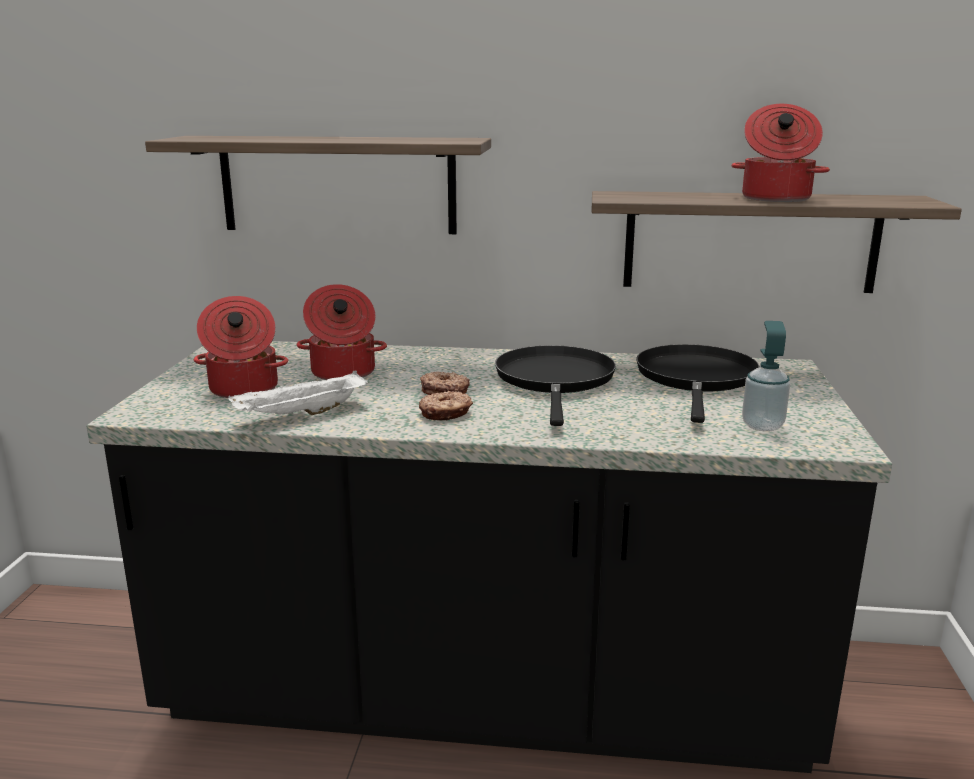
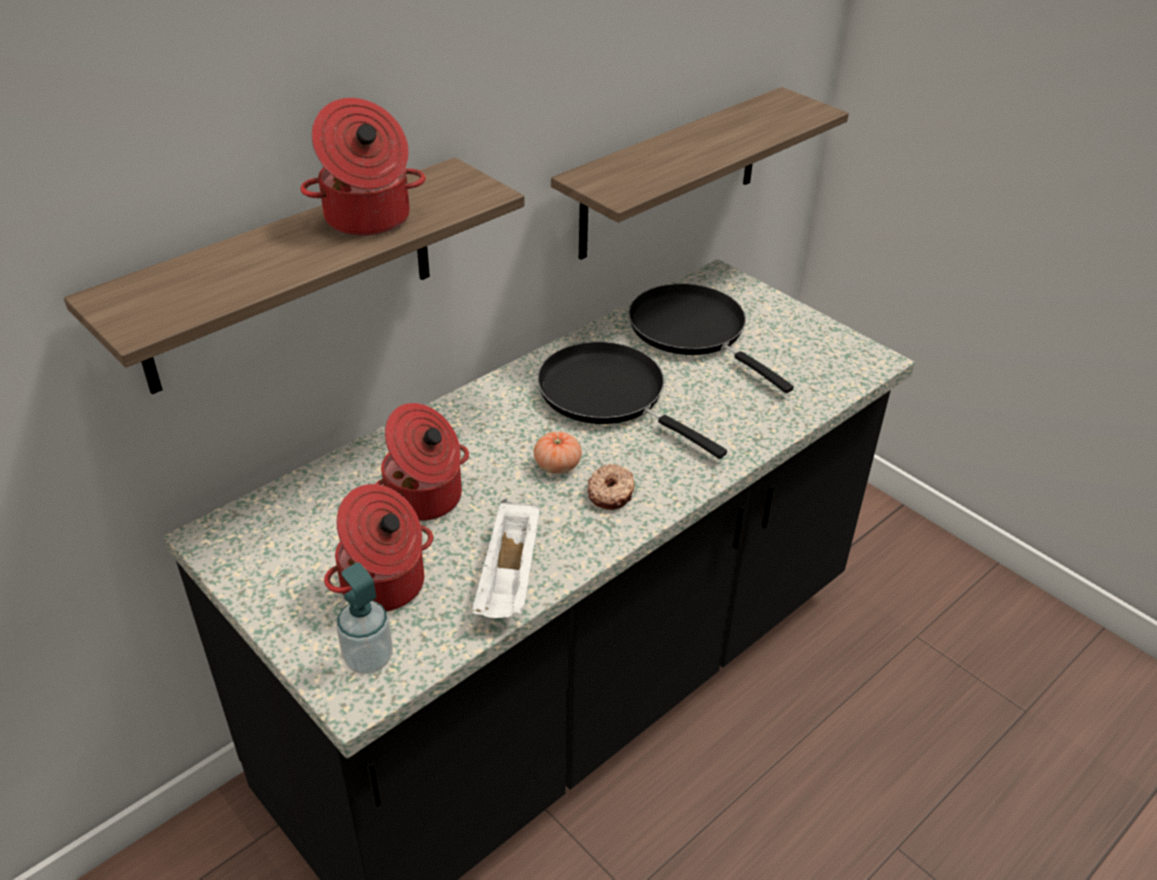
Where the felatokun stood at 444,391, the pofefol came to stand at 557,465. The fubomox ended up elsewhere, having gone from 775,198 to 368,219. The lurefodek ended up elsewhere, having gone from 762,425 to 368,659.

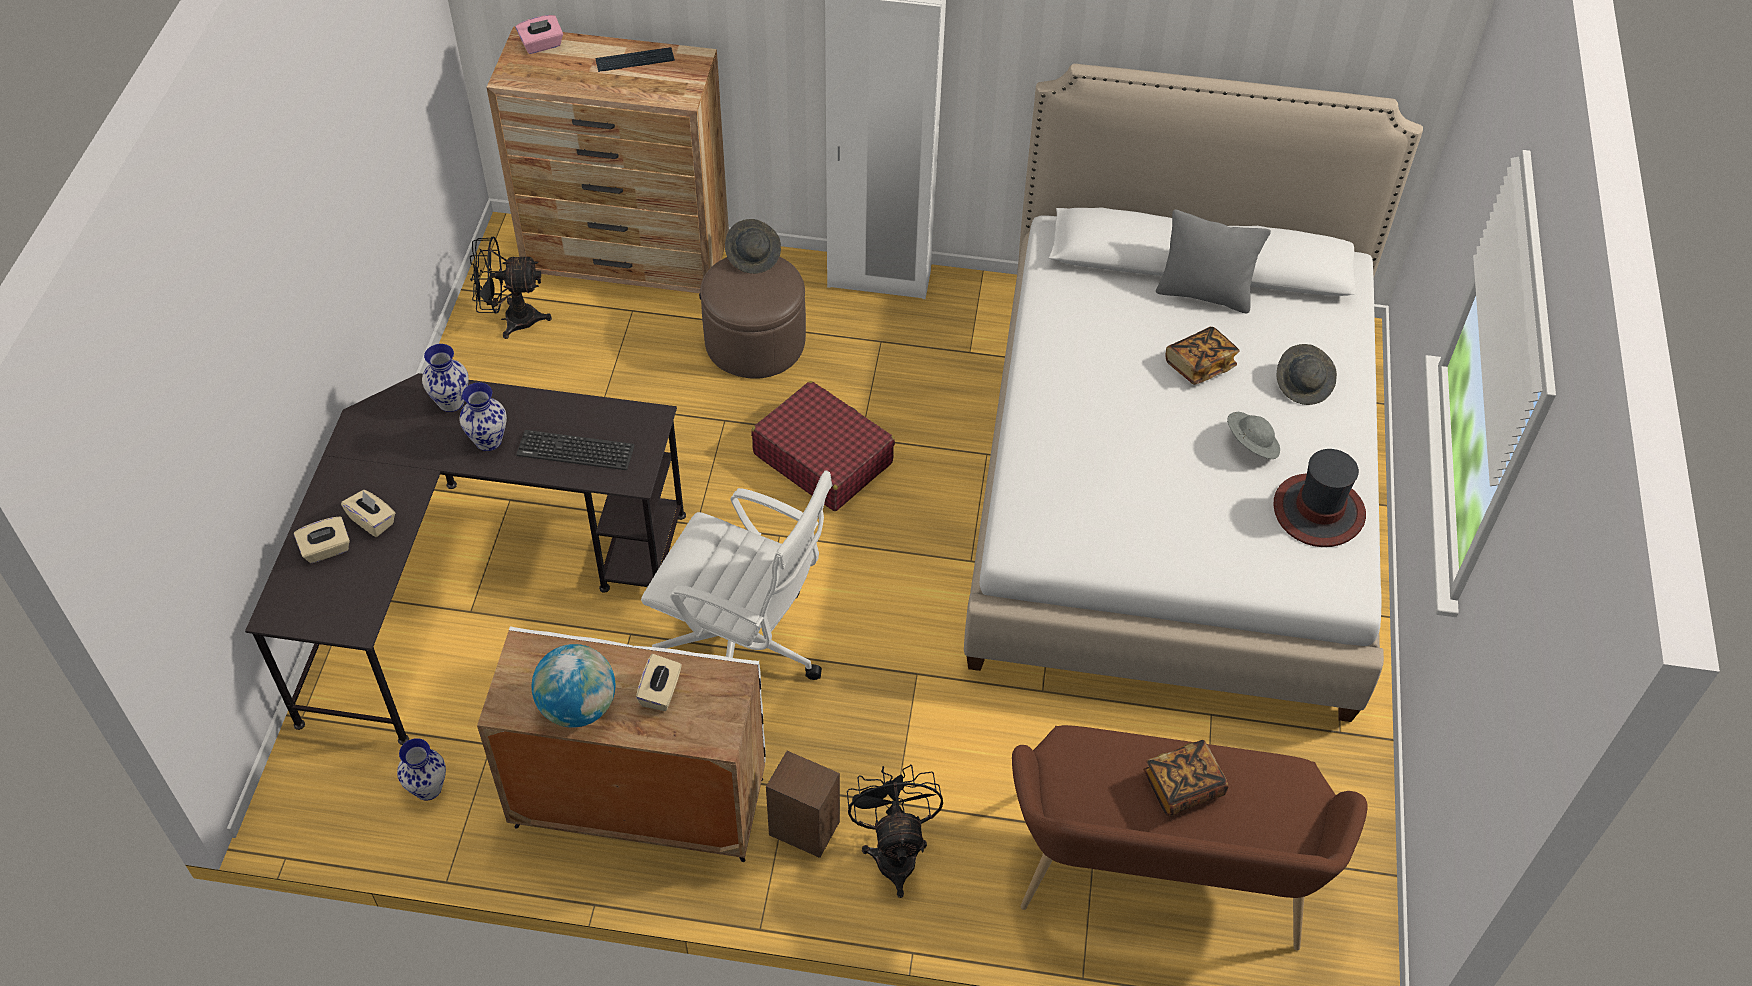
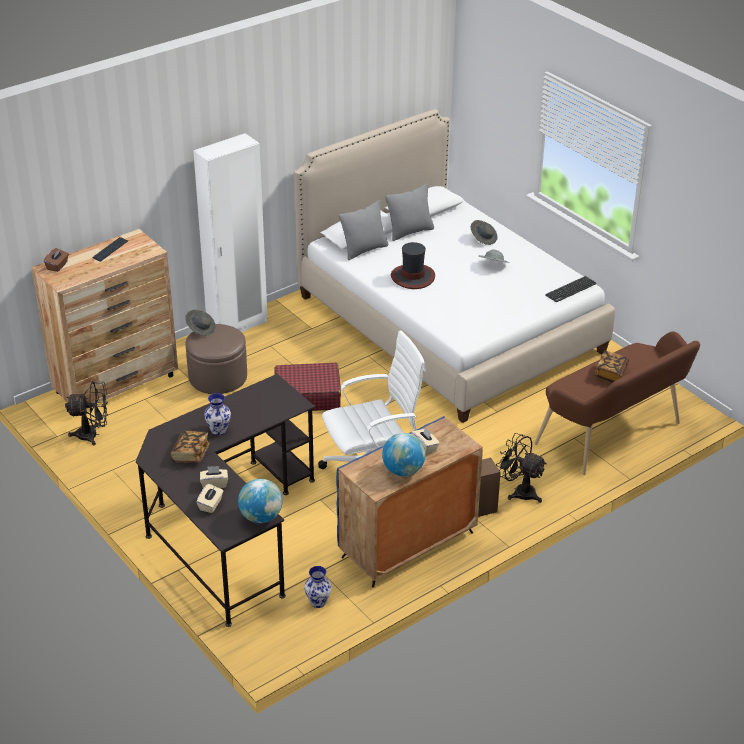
The second view lost the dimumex at 450,402. The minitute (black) at 511,319 ended up facing another way, 135 degrees counterclockwise from before. What was the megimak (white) at 638,803 turned into the megimak (blue) at 407,545. What was the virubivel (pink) at 542,45 turned into the virubivel (brown) at 57,266. The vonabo ended up elsewhere, having gone from 575,451 to 571,289. The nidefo ended up elsewhere, having gone from 1199,365 to 190,454. The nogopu ended up elsewhere, having gone from 1318,511 to 413,277. The second view gained the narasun at 261,517. The second view gained the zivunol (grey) at 364,250.

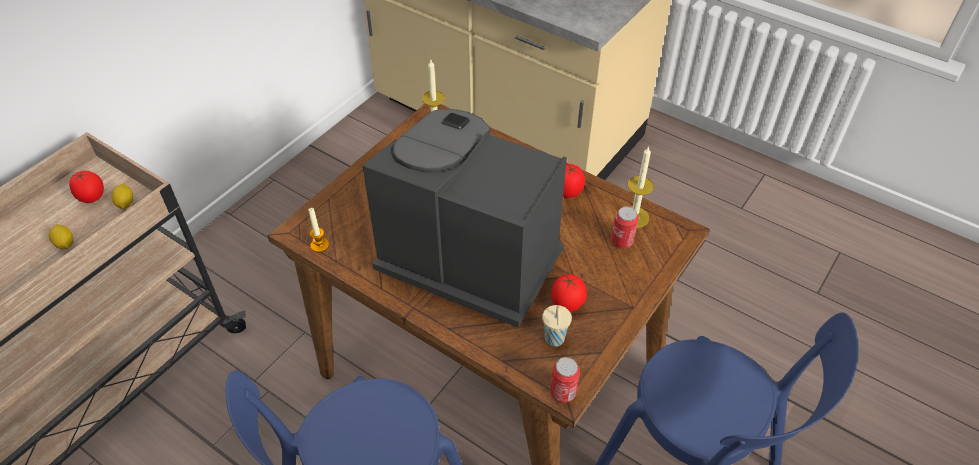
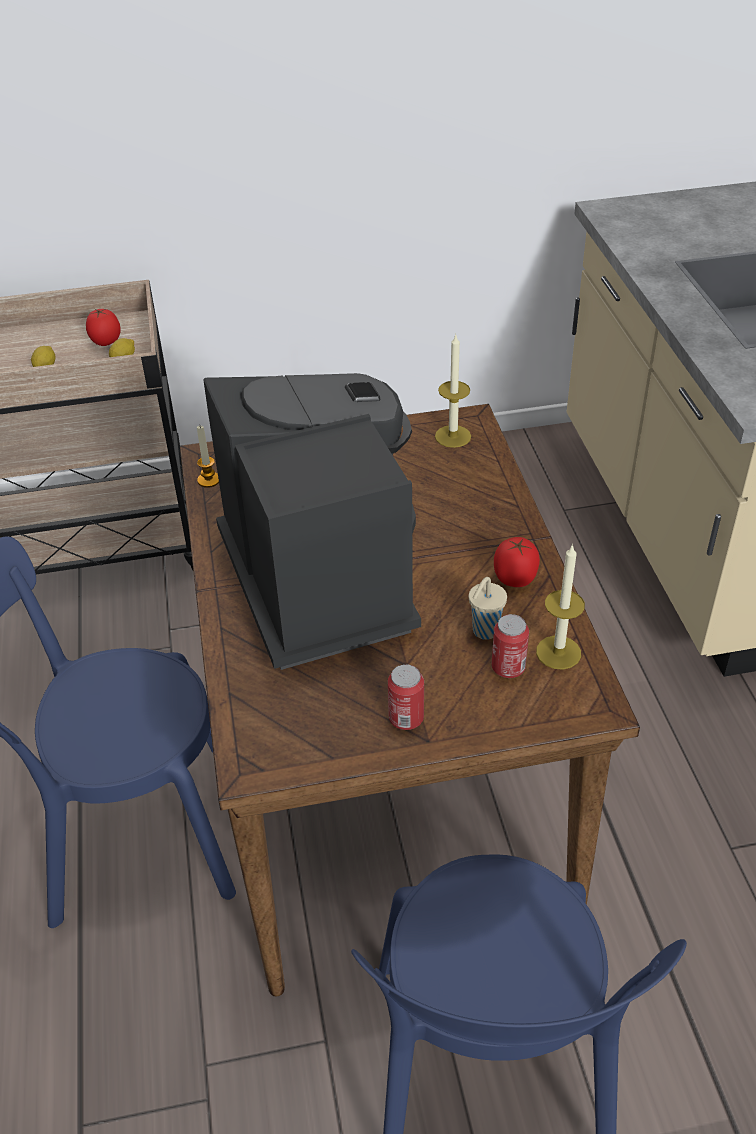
The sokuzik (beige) ended up elsewhere, having gone from 554,340 to 484,631. The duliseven ended up elsewhere, having gone from 563,392 to 406,718. The second view lost the pofefol at 567,304.

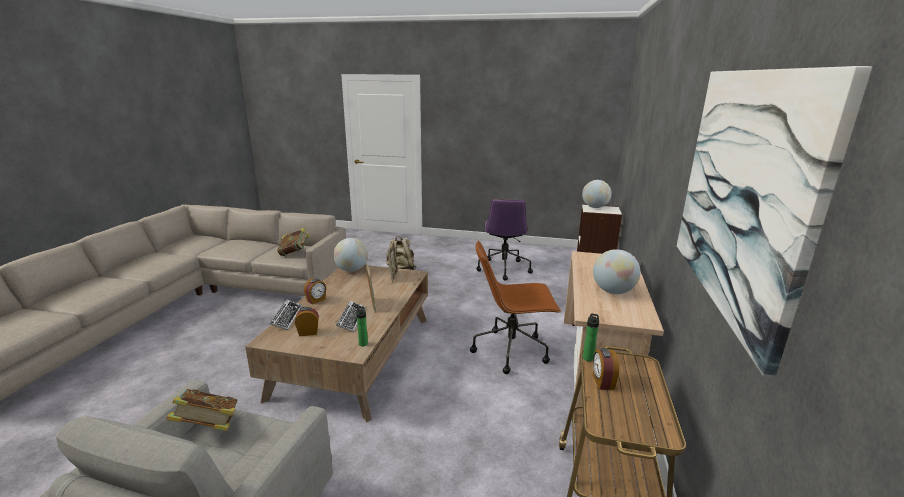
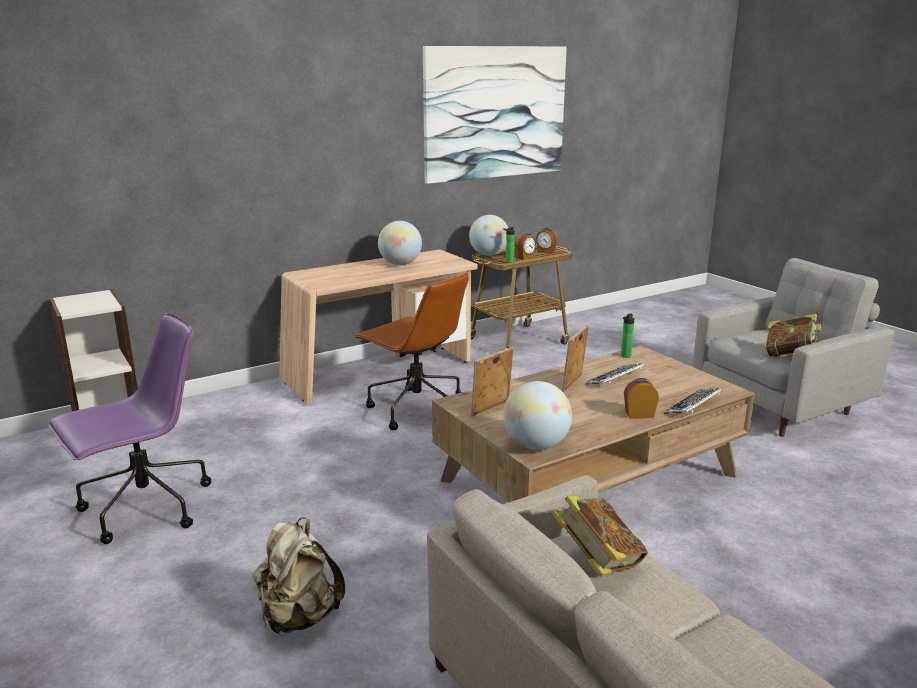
The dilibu ended up elsewhere, having gone from 308,332 to 546,251. The narasun ended up elsewhere, having gone from 595,207 to 489,255.

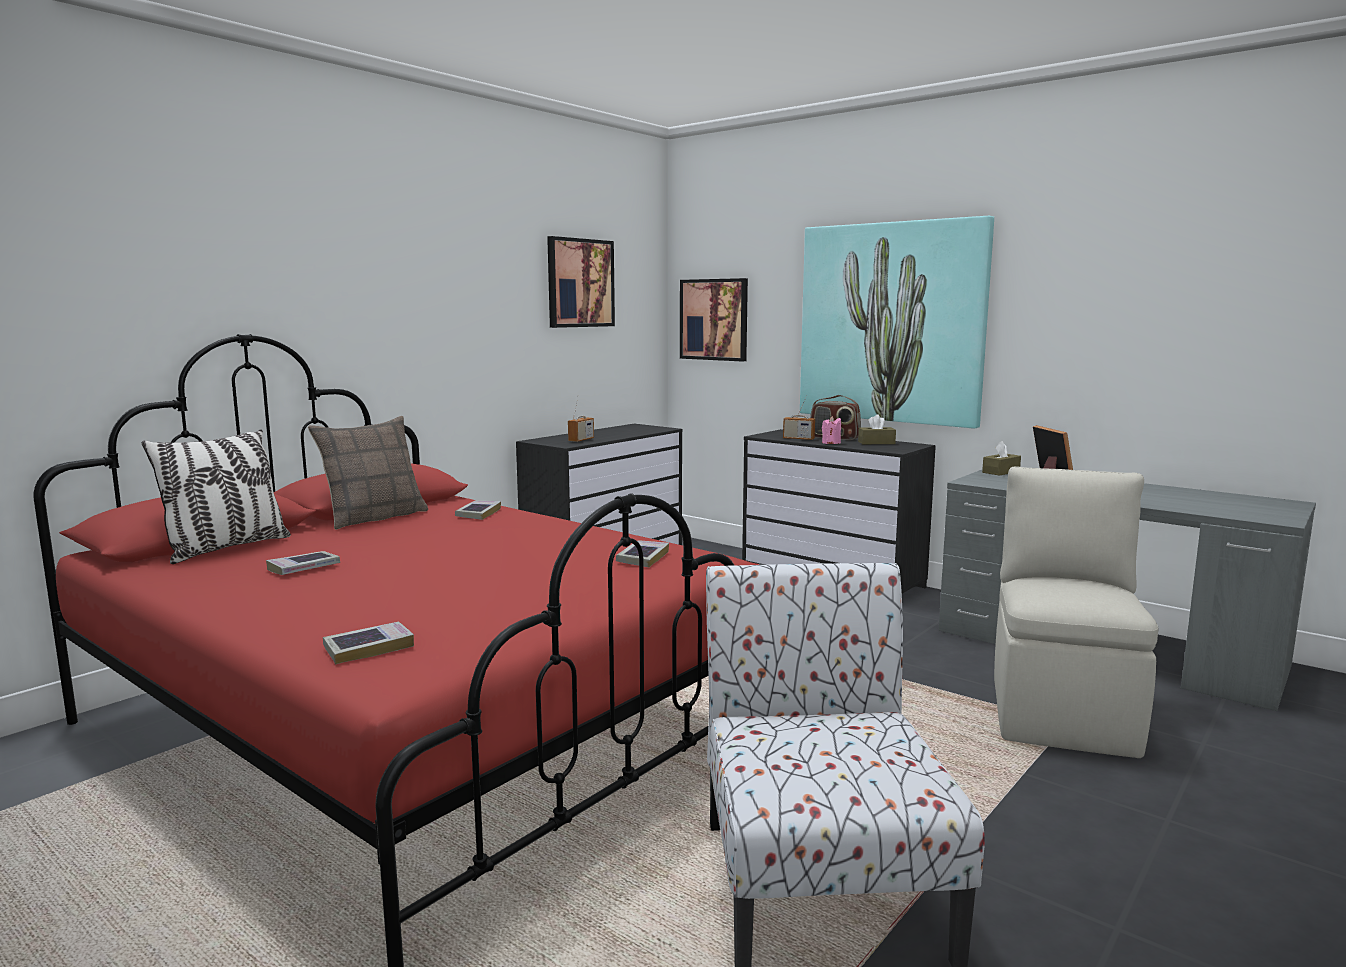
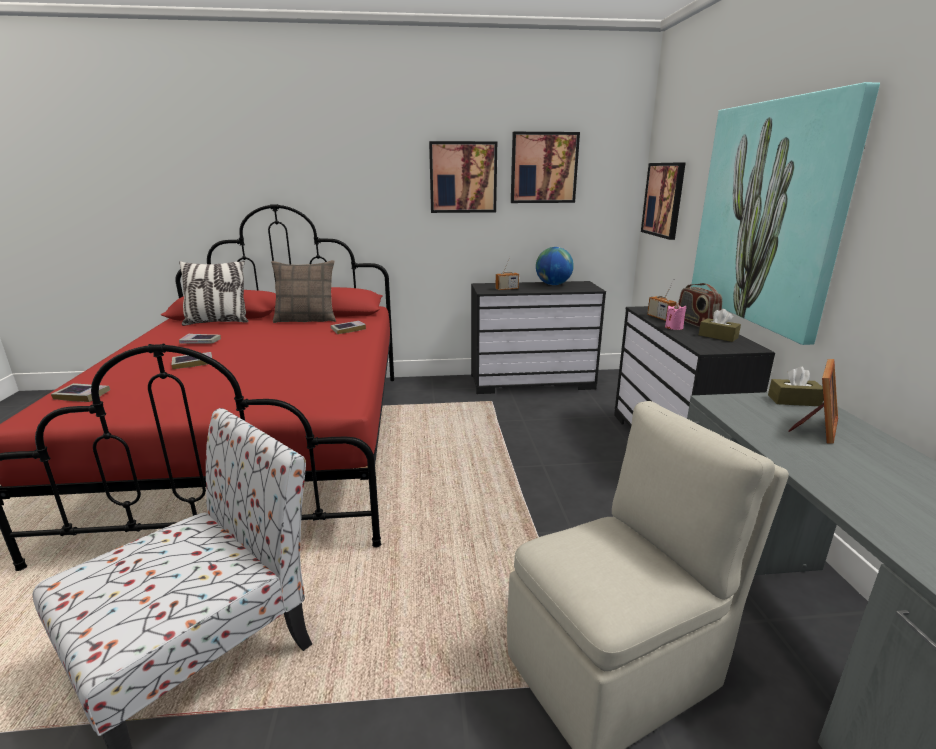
The nidefo ended up elsewhere, having gone from 642,558 to 193,363. The second view gained the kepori at 463,177. The second view gained the narasun at 553,284.

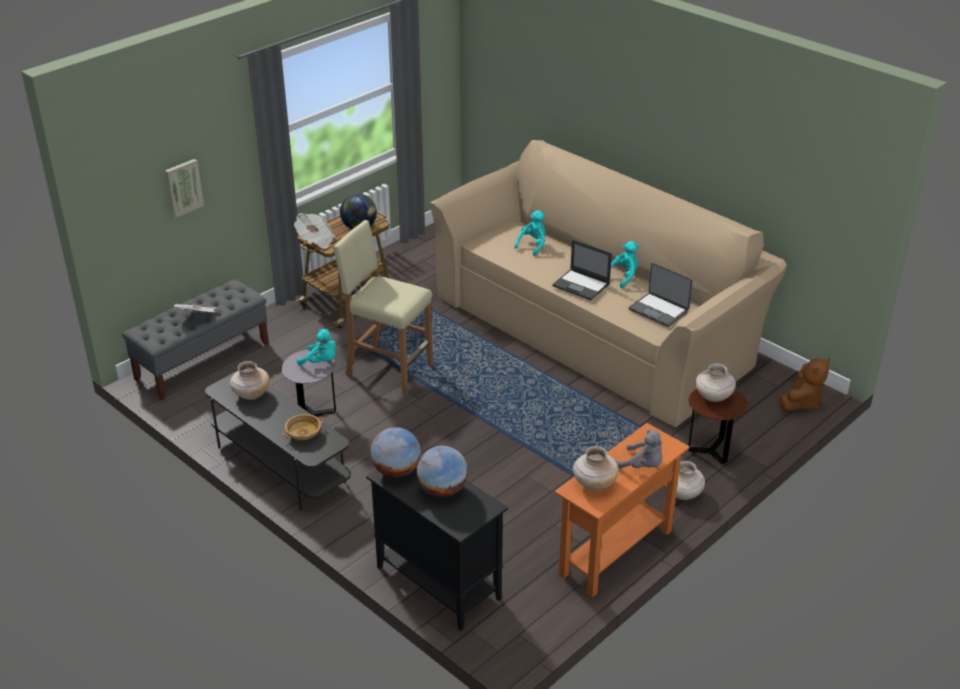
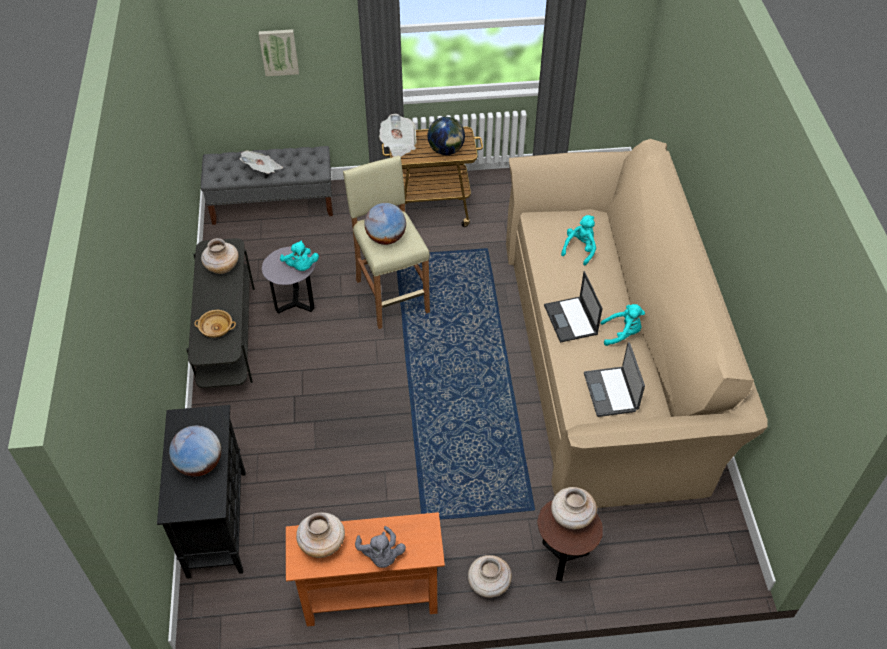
The narasun ended up elsewhere, having gone from 396,471 to 386,238. The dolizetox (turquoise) at 533,245 ended up facing another way, 45 degrees counterclockwise from before. The second view lost the dolizetox (brown) at 801,403.

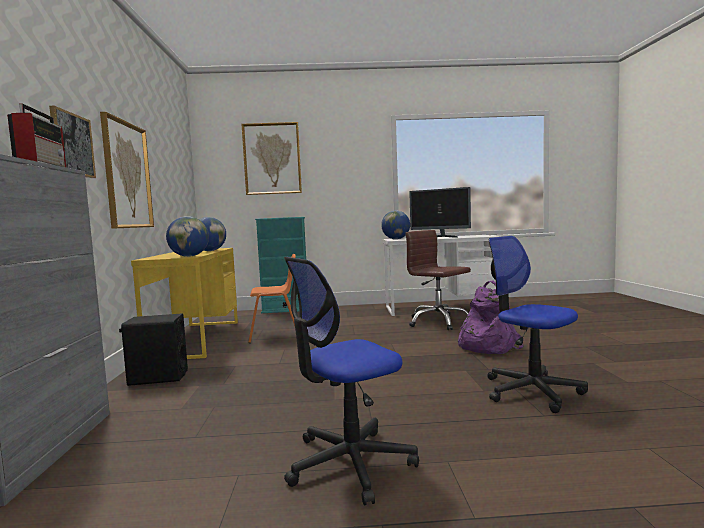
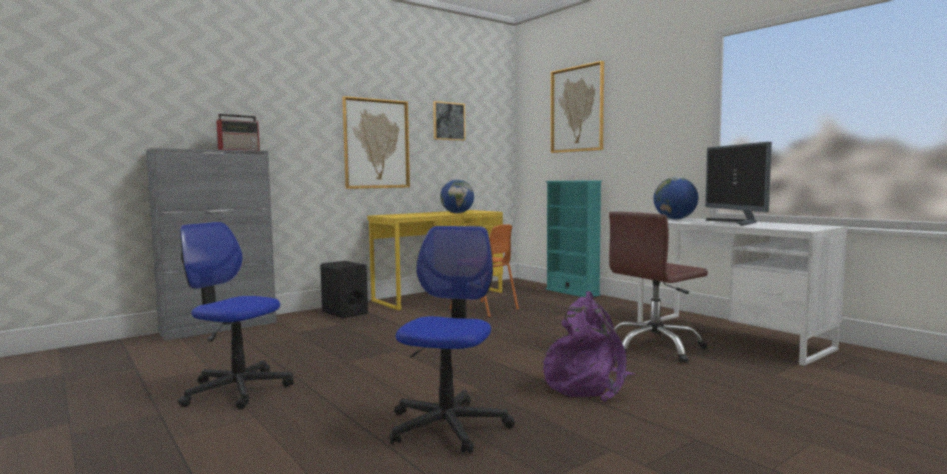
The kepori ended up elsewhere, having gone from 72,144 to 448,121. The second view lost the narasun at 189,256. The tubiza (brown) at 438,322 ended up facing another way, 135 degrees counterclockwise from before.

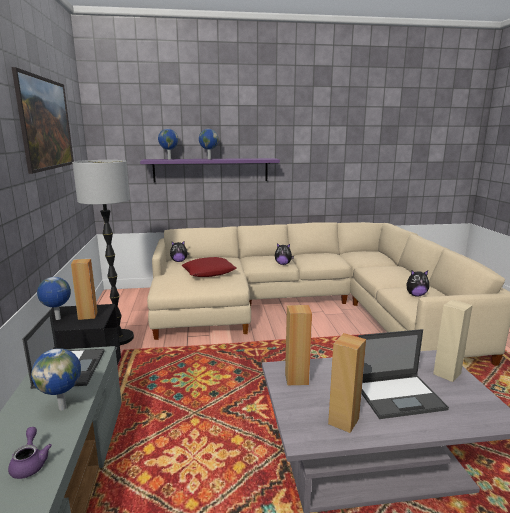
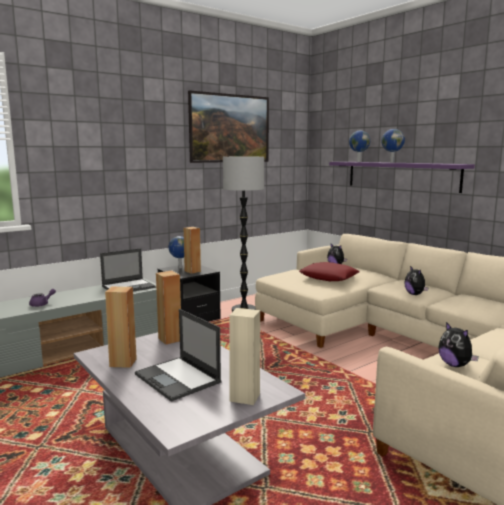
The second view lost the narasun at 63,407.

